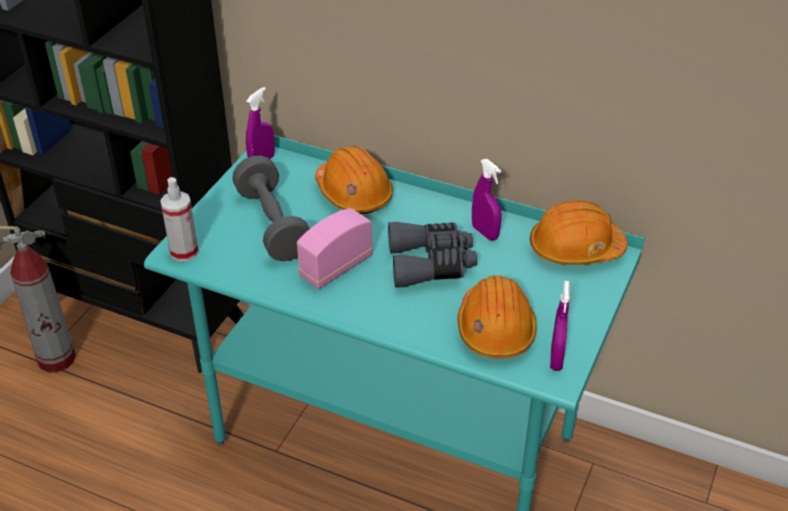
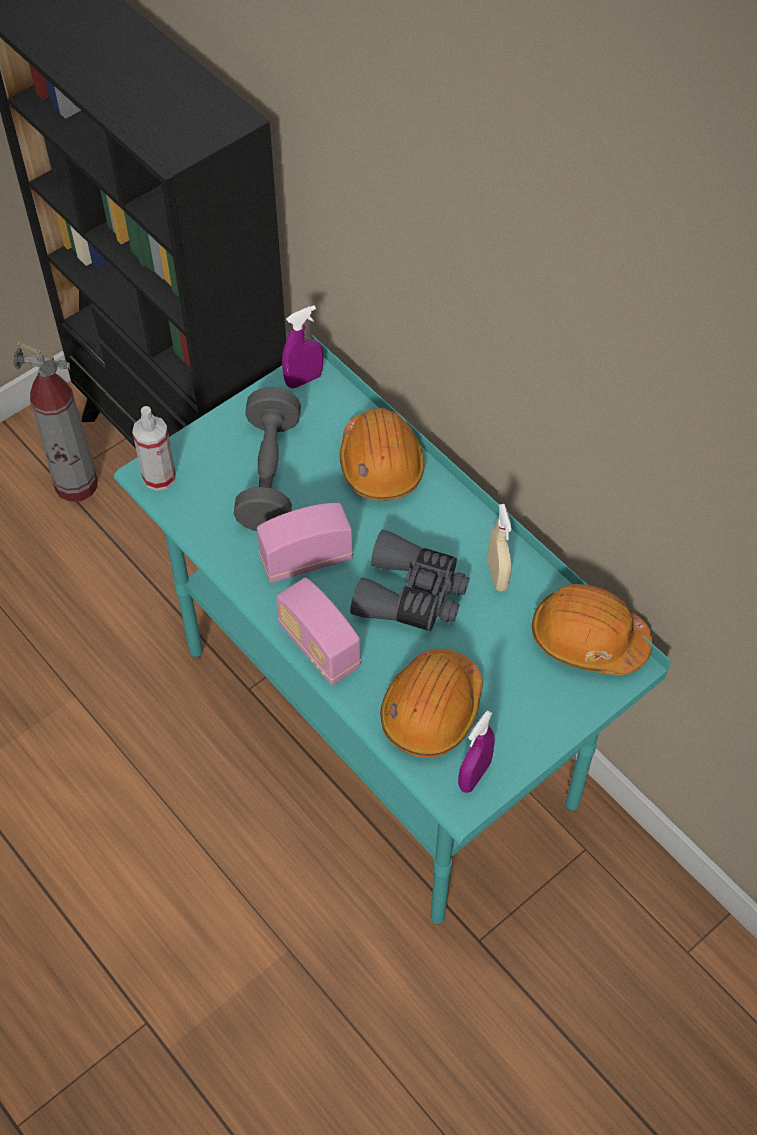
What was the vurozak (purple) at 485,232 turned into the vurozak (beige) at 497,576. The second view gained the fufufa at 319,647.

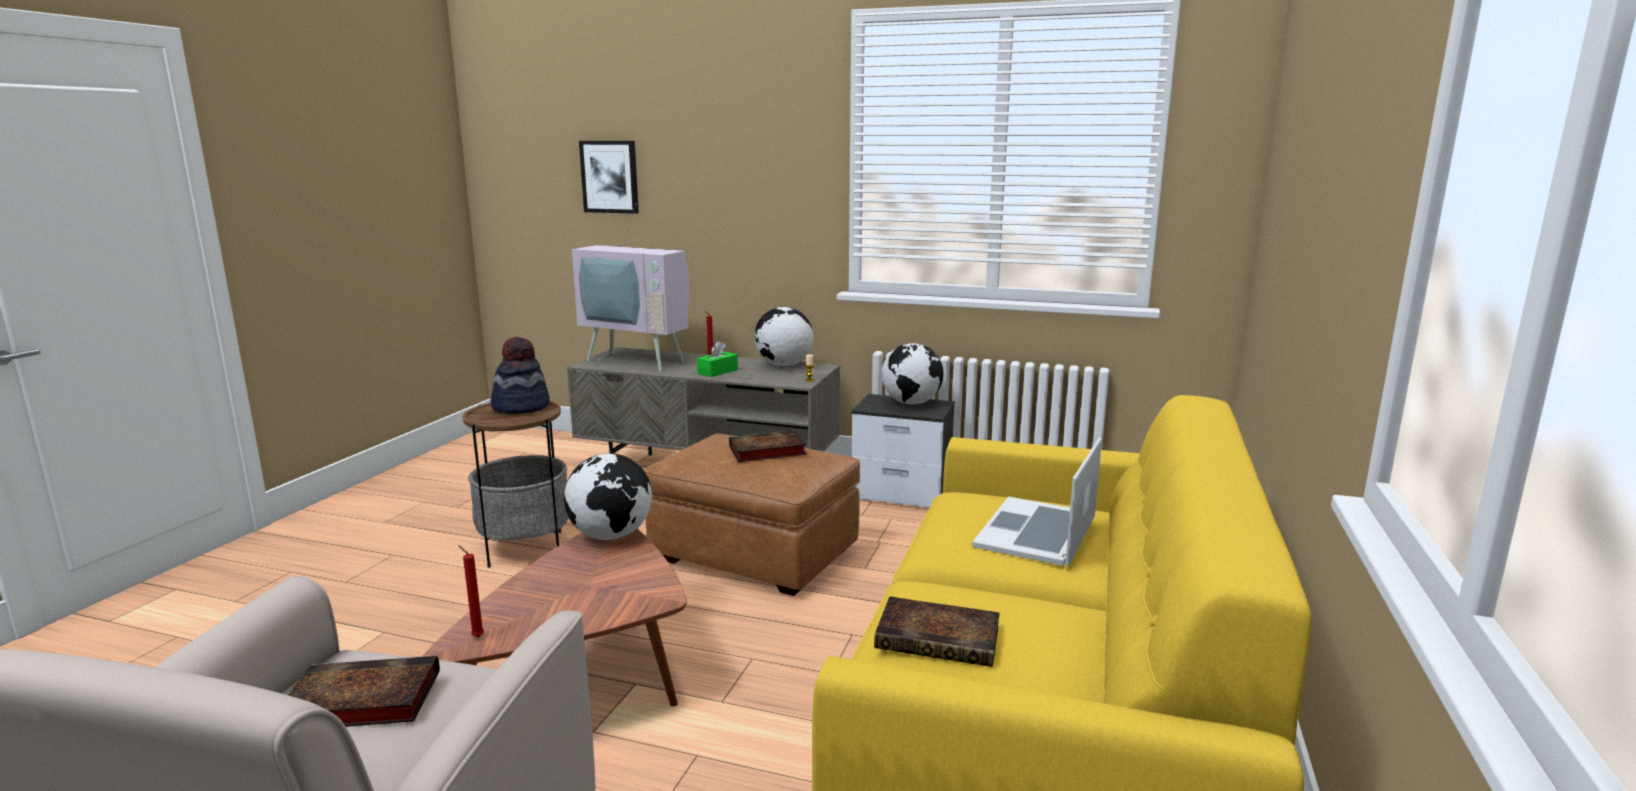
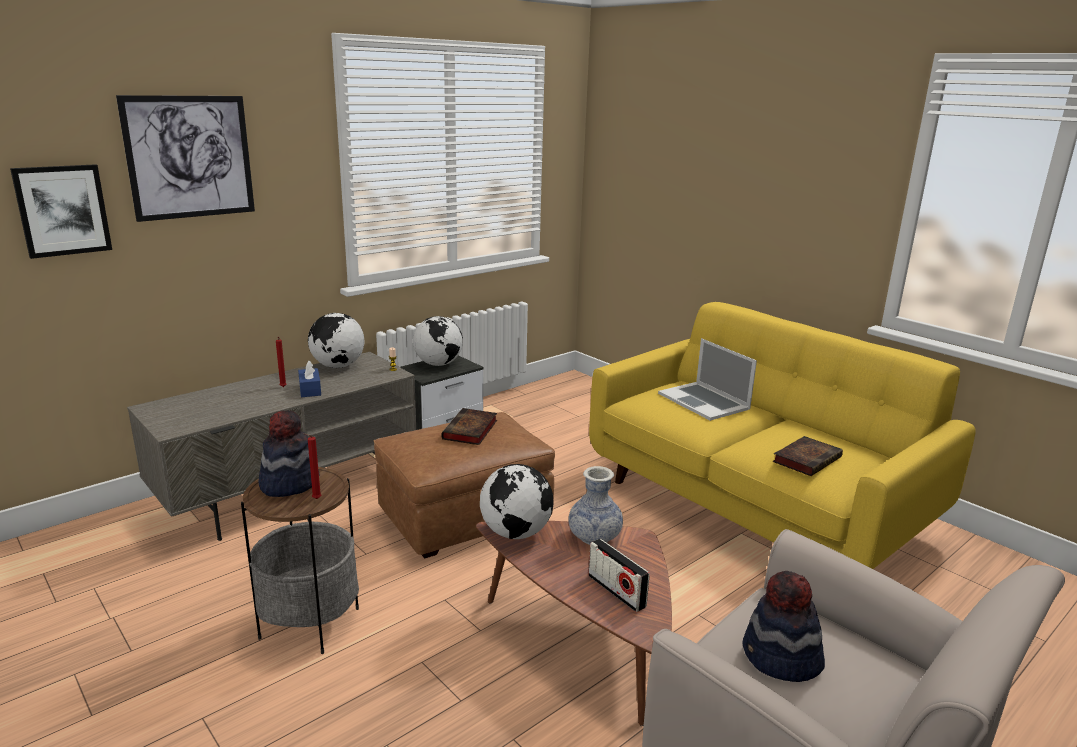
Where the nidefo stood at 358,702, the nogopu came to stand at 780,659. The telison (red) ended up elsewhere, having gone from 476,637 to 315,499. The second view lost the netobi at 640,360. What was the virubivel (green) at 717,371 turned into the virubivel (blue) at 310,389. The second view gained the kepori at 190,157. The second view gained the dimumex at 594,537. The second view gained the fufufa at 616,591.

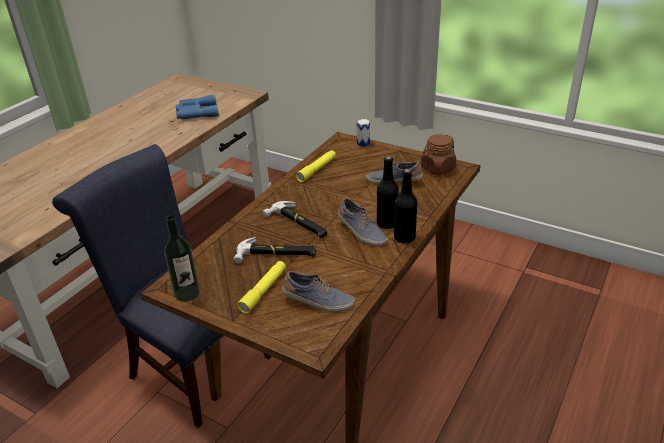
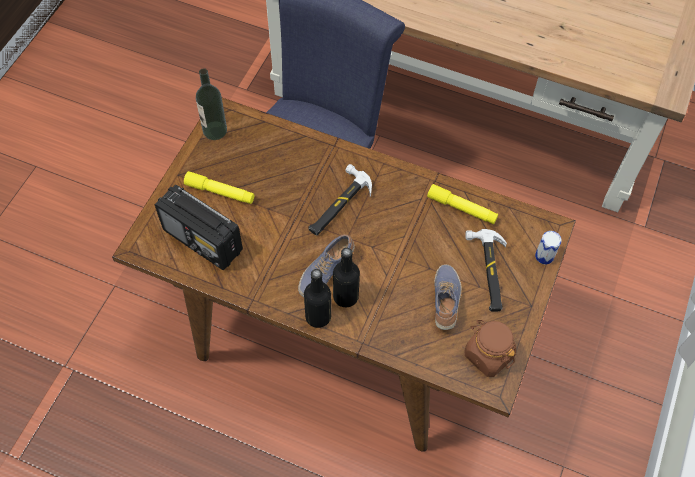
The second view lost the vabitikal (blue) at 196,112. The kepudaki ended up elsewhere, having gone from 276,254 to 488,272. Where the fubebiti stood at 318,302, the fufufa came to stand at 203,241.

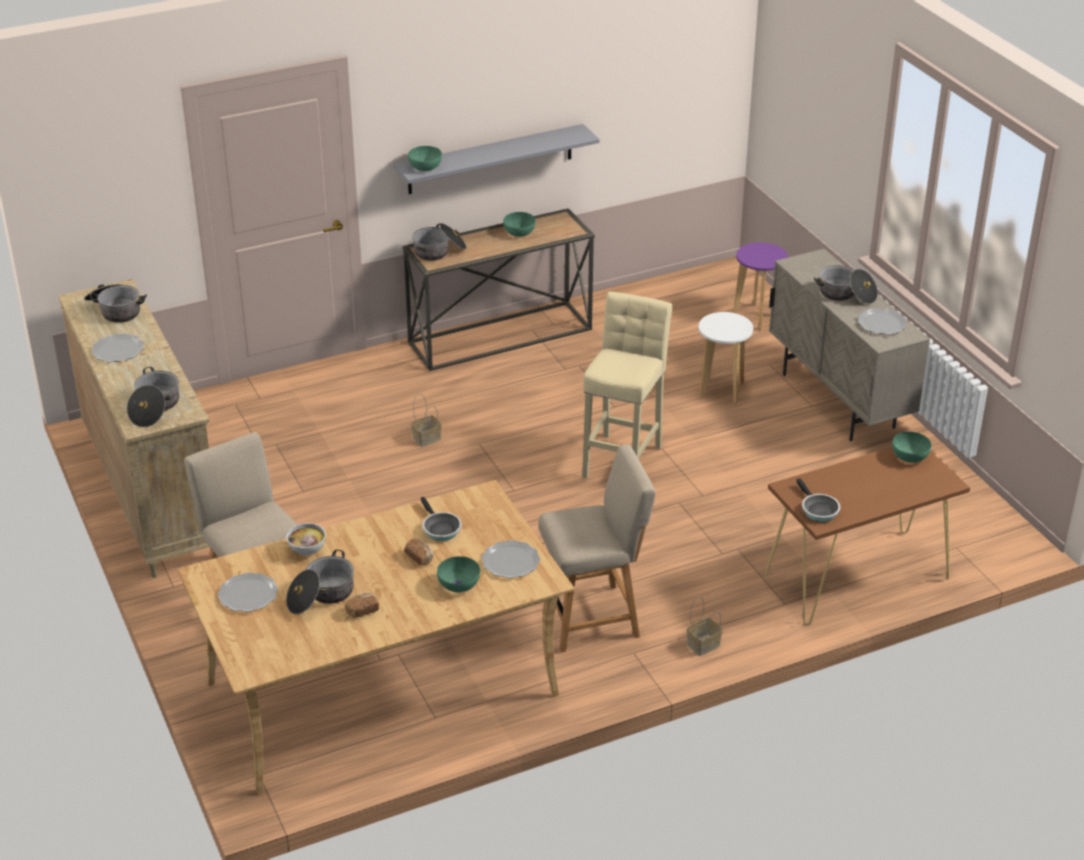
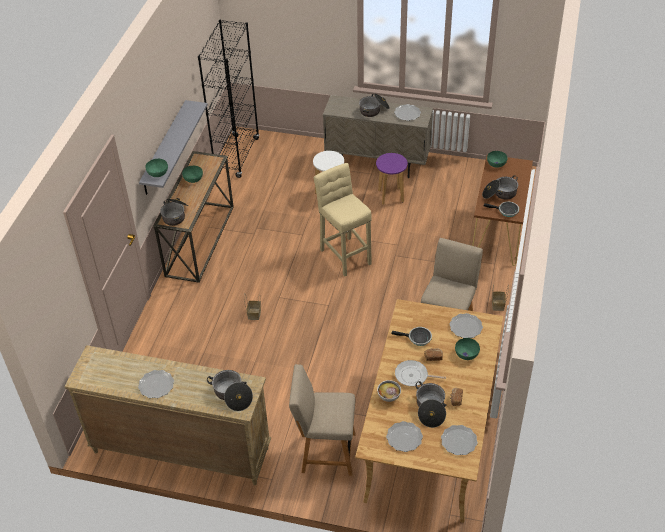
The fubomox ended up elsewhere, having gone from 115,310 to 499,194. The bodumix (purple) ended up elsewhere, having gone from 757,317 to 390,196. The second view gained the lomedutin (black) at 237,156. The second view gained the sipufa at 413,376. The second view gained the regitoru at 459,441.

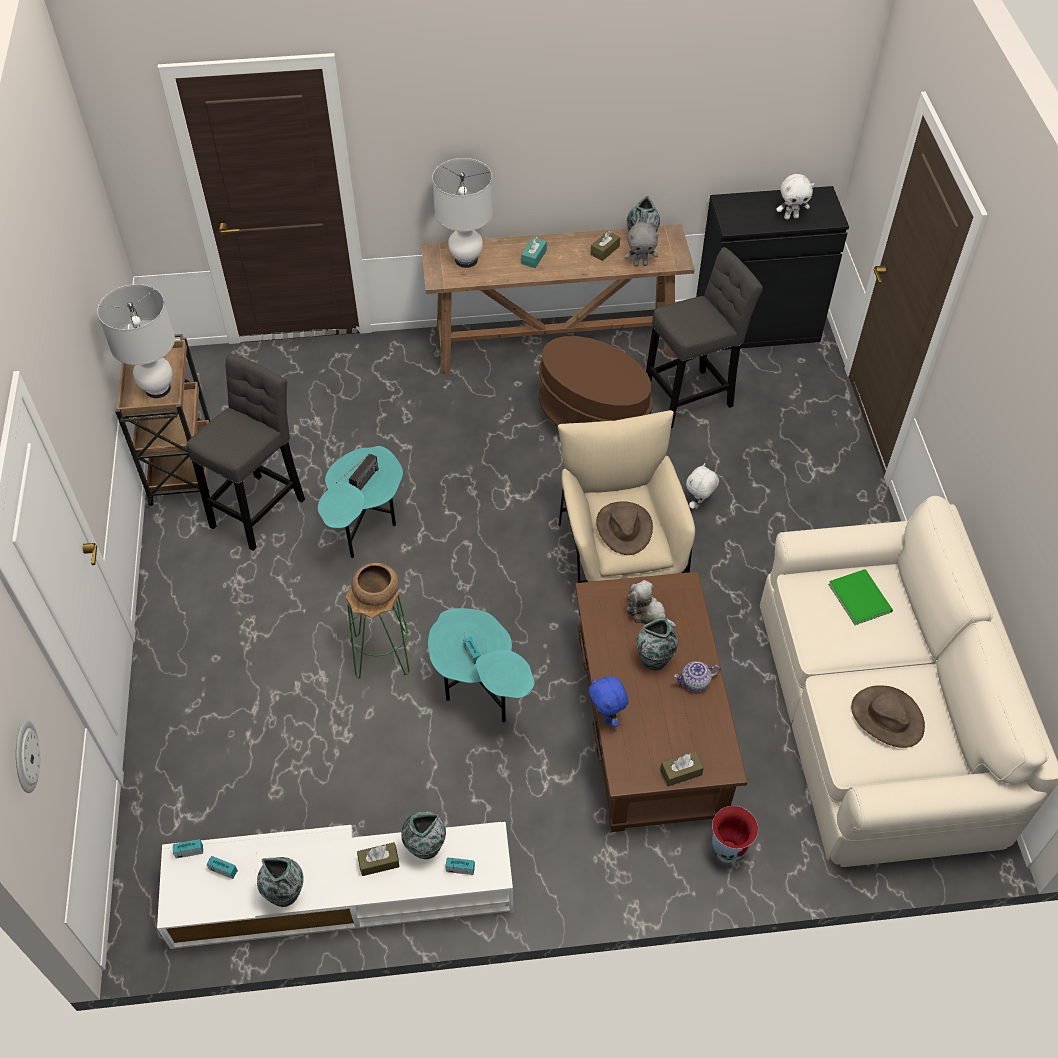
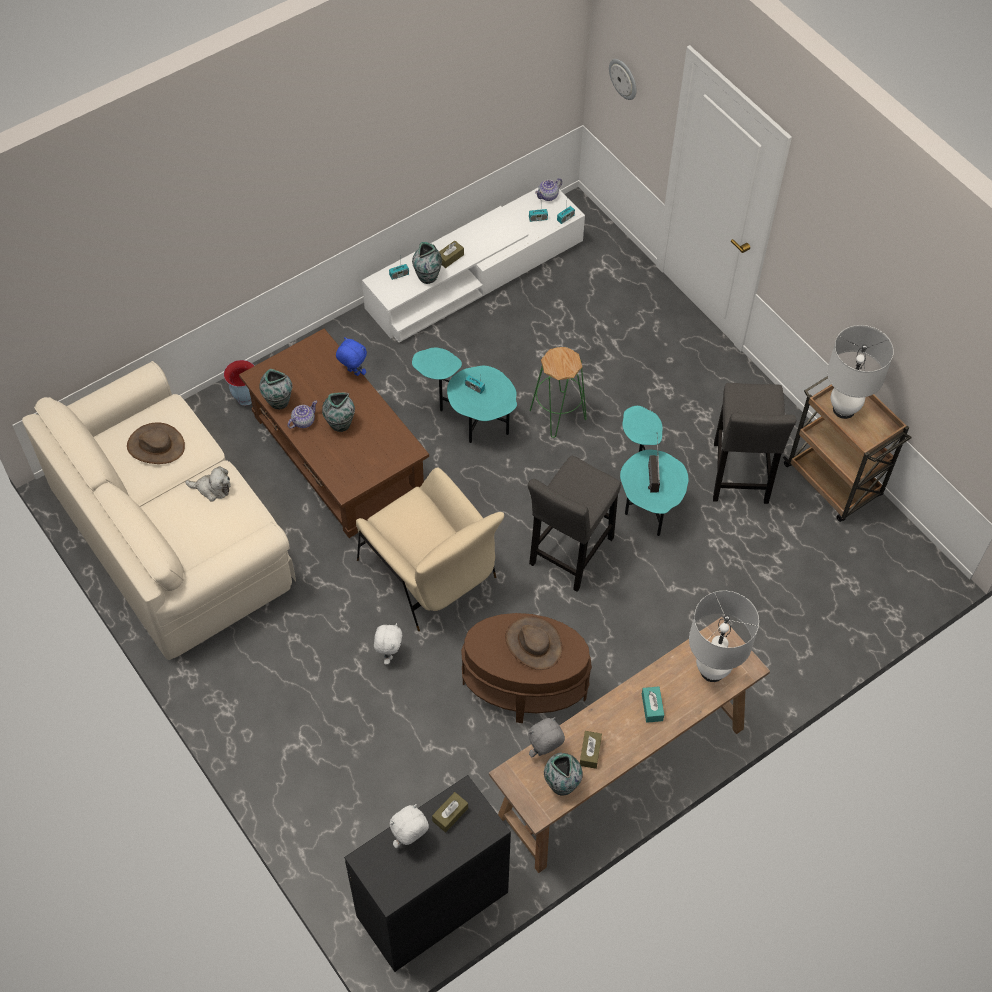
The dimumex ended up elsewhere, having gone from 285,894 to 278,401. The second view lost the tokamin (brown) at 377,594. The nogopu (brown) ended up elsewhere, having gone from 623,528 to 533,643. The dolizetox ended up elsewhere, having gone from 648,613 to 212,488. The bodumix (grey) ended up elsewhere, having gone from 691,398 to 569,555. The virubivel (brown) ended up elsewhere, having gone from 681,772 to 450,814. The second view lost the nidefo (green) at 860,596. The second view gained the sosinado at 548,196.

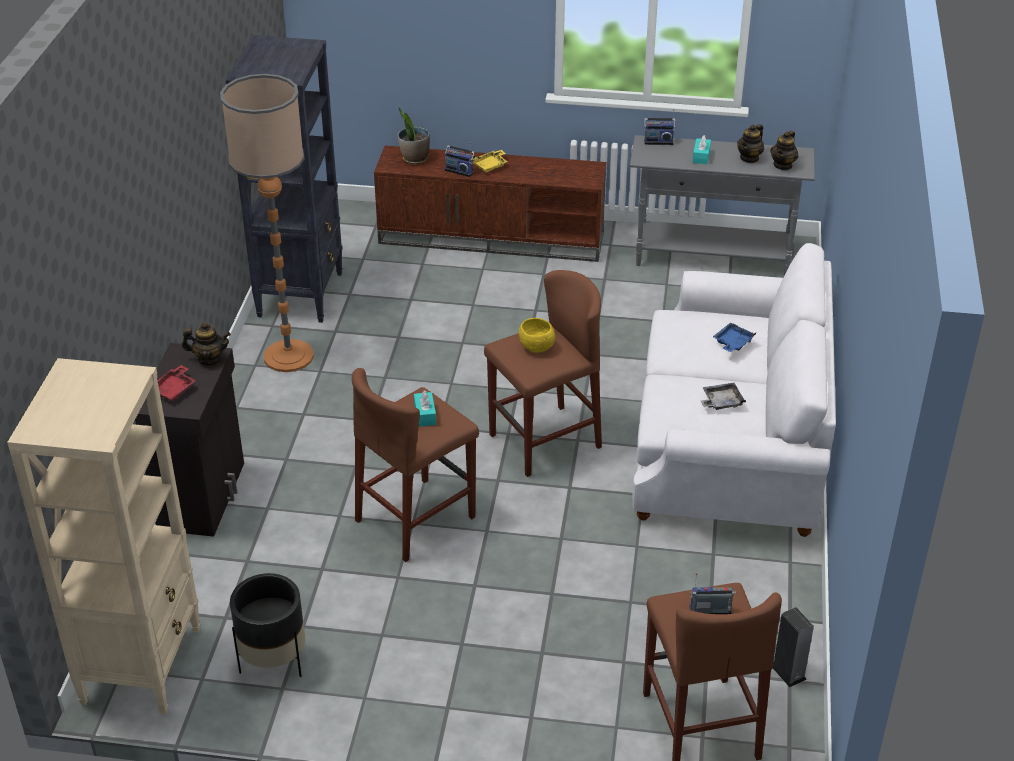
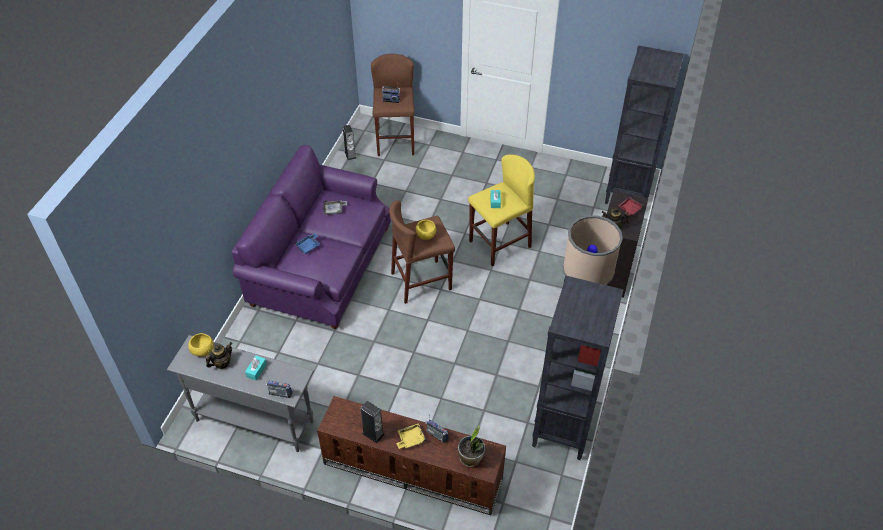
What was the lomedutin (beige) at 142,664 turned into the lomedutin (black) at 628,191. The second view lost the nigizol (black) at 273,661. What was the bodumix (brown) at 415,519 turned into the bodumix (yellow) at 499,244. What was the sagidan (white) at 729,444 turned into the sagidan (purple) at 320,265. Where the sosinado stood at 783,165, the tokamin (yellow) came to stand at 202,351. The second view gained the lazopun at 373,434.

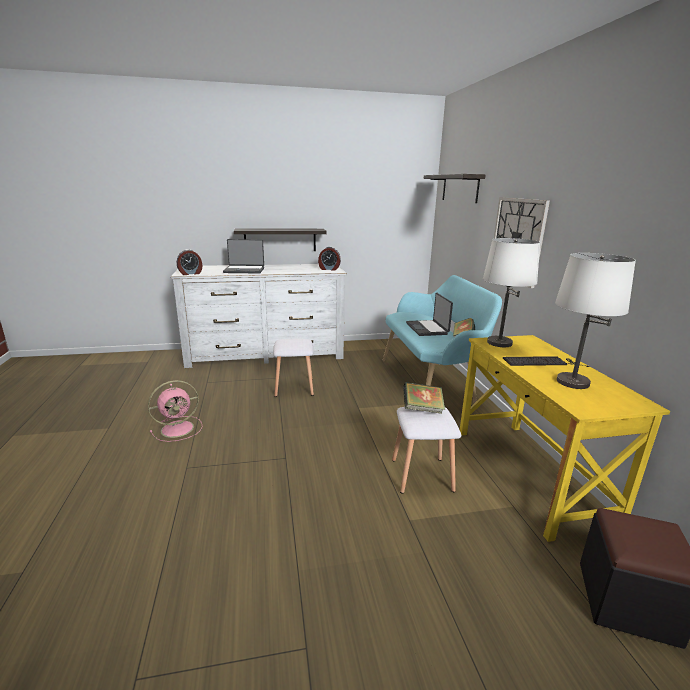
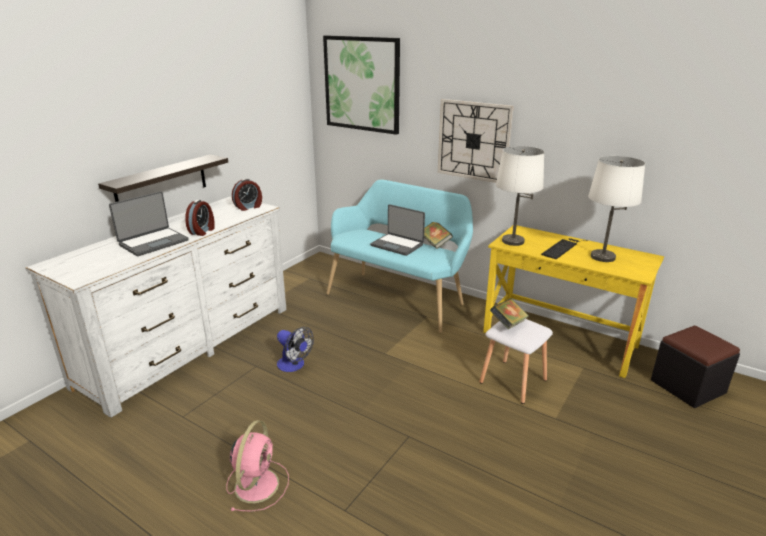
The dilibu ended up elsewhere, having gone from 190,273 to 202,231. Where the bodumix (white) stood at 295,387, the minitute came to stand at 294,366. Where the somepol hung at 460,188, the kepori came to hang at 362,84.

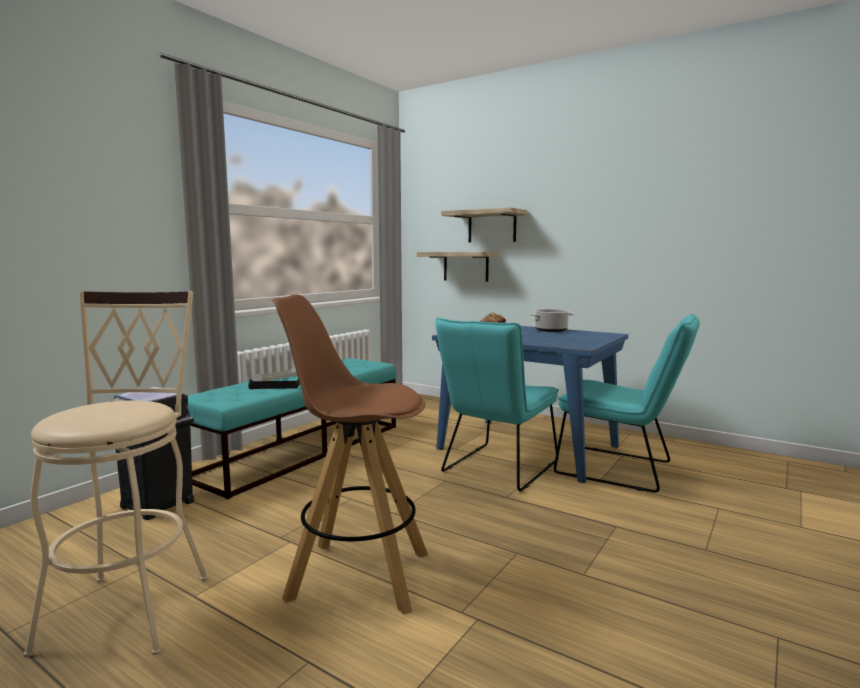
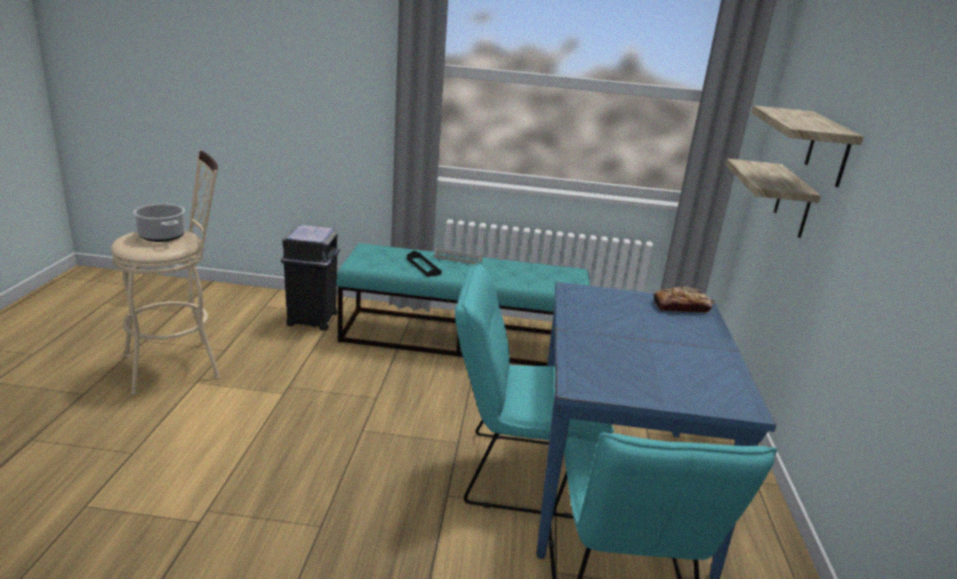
The second view lost the bodumix (brown) at 357,575. The fubomox ended up elsewhere, having gone from 551,330 to 162,236.

